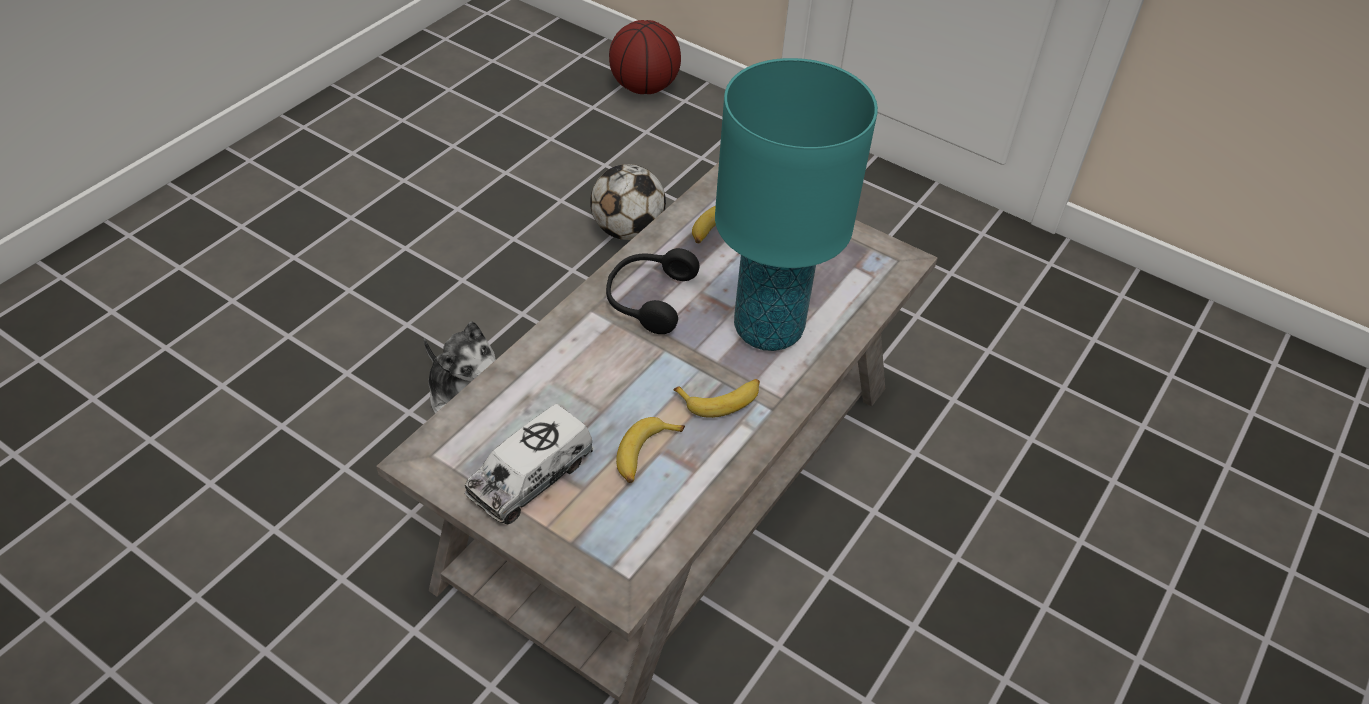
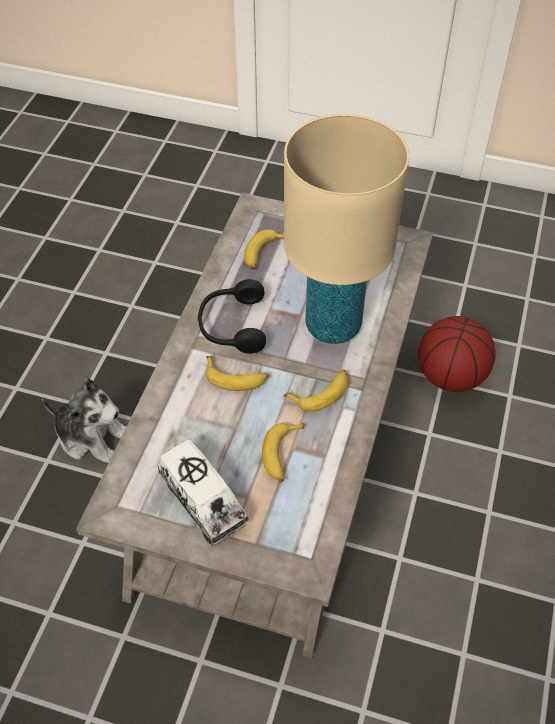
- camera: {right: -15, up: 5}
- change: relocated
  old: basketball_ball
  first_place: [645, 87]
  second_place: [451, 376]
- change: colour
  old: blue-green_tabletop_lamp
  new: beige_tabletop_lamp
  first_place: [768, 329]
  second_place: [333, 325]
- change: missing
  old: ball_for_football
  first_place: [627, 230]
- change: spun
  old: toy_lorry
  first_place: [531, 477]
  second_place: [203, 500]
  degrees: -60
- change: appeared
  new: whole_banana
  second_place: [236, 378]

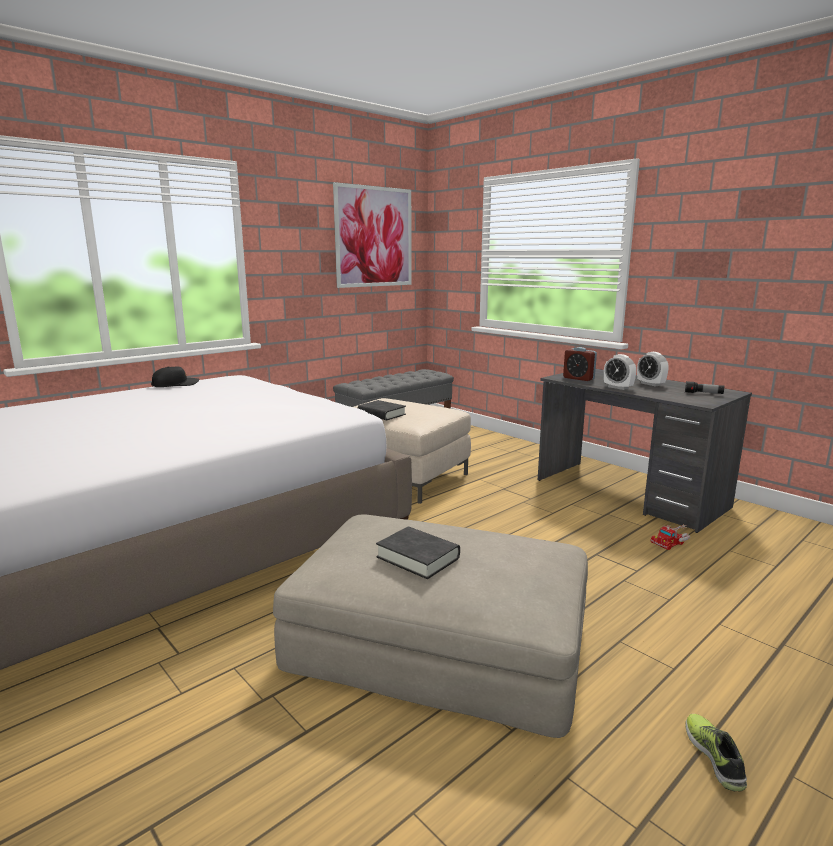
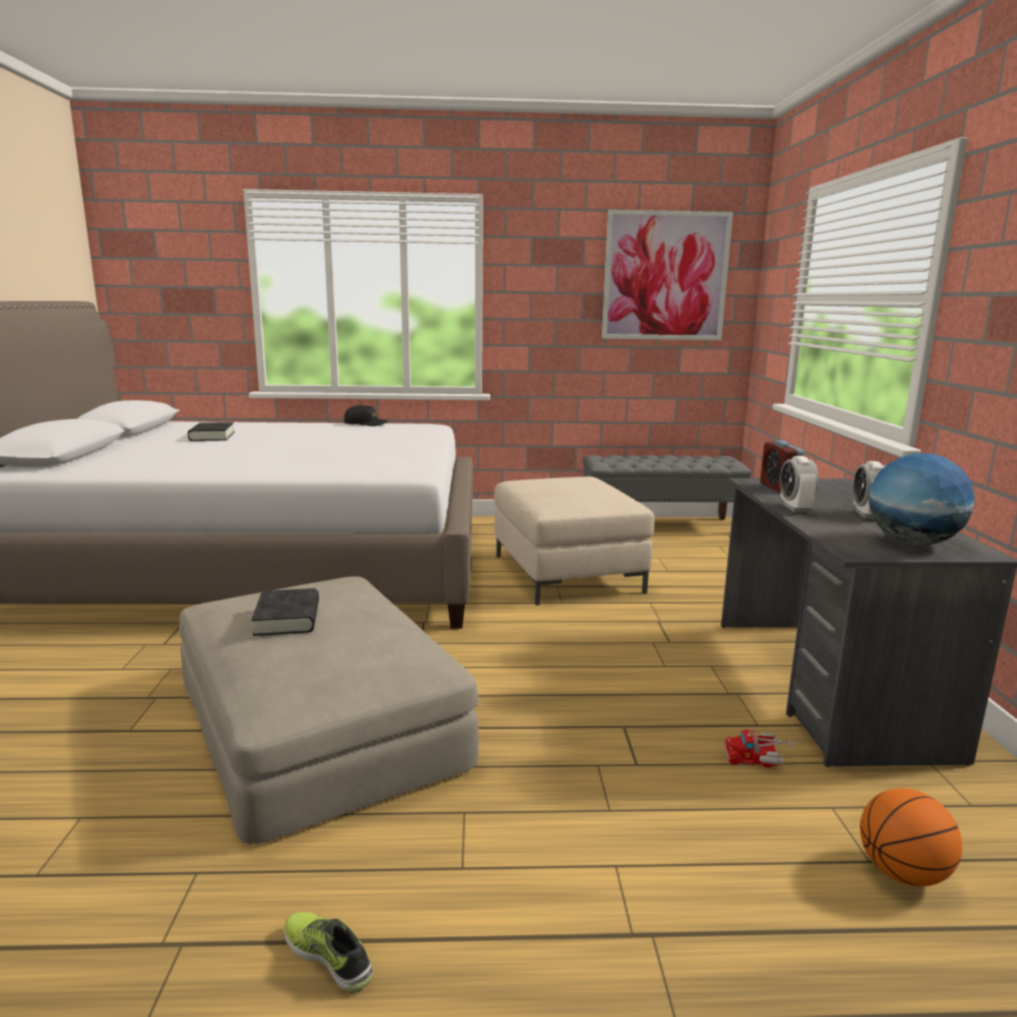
- camera: {right: 40, up: 0}
- change: exchanged
  old: torch
  new: desk_globe
  first_place: [703, 393]
  second_place: [912, 543]
- change: relocated
  old: blackish_volume
  first_place: [381, 414]
  second_place: [212, 436]
- change: spun
  old: low_shoe
  first_place: [715, 756]
  second_place: [329, 955]
  degrees: -90
- change: appeared
  new: basketball_ball
  second_place: [902, 873]

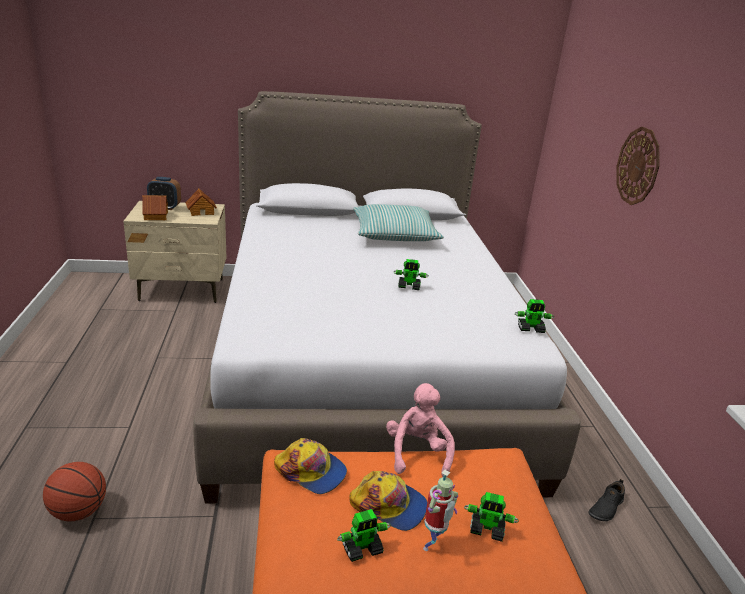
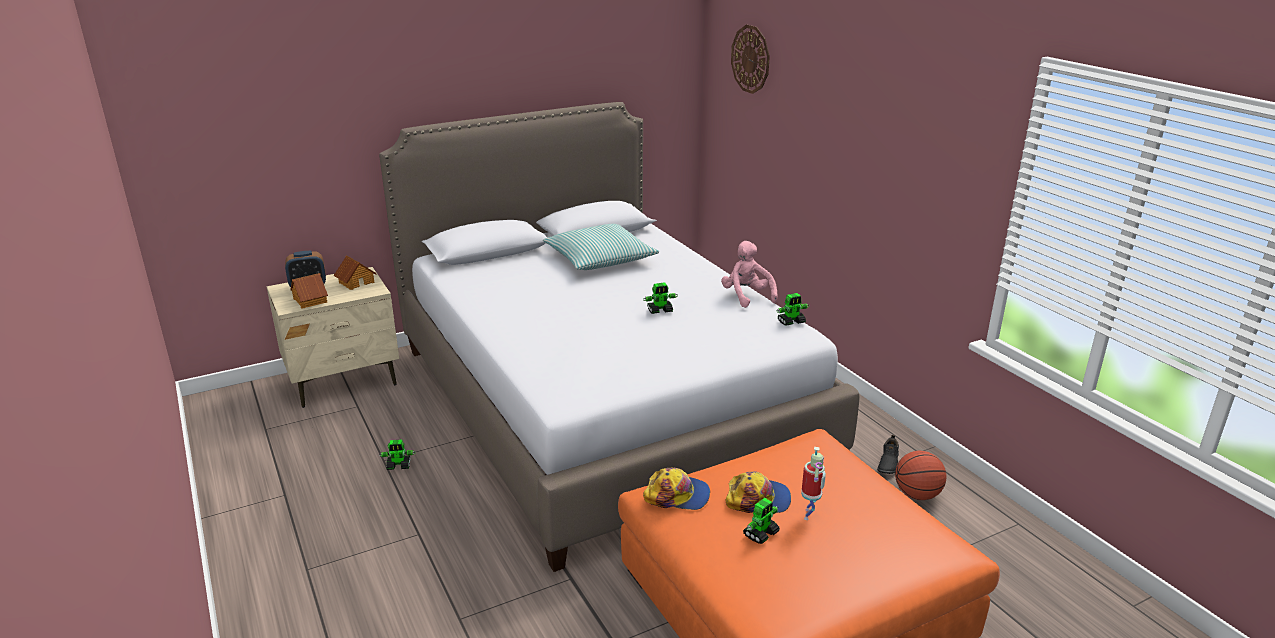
- camera: {right: -20, up: 0}
- change: relocated
  old: clock_on_the_wall
  first_place: [638, 166]
  second_place: [750, 59]
- change: relocated
  old: pink-coloured_plush_toy
  first_place: [417, 453]
  second_place: [746, 296]
- change: relocated
  old: basketball_ball
  first_place: [78, 512]
  second_place: [917, 495]
- change: relocated
  old: toy_robot
  first_place: [487, 529]
  second_place: [399, 465]

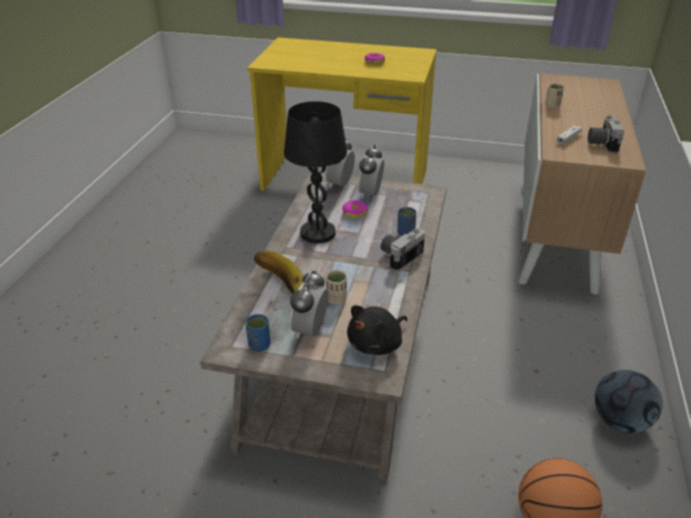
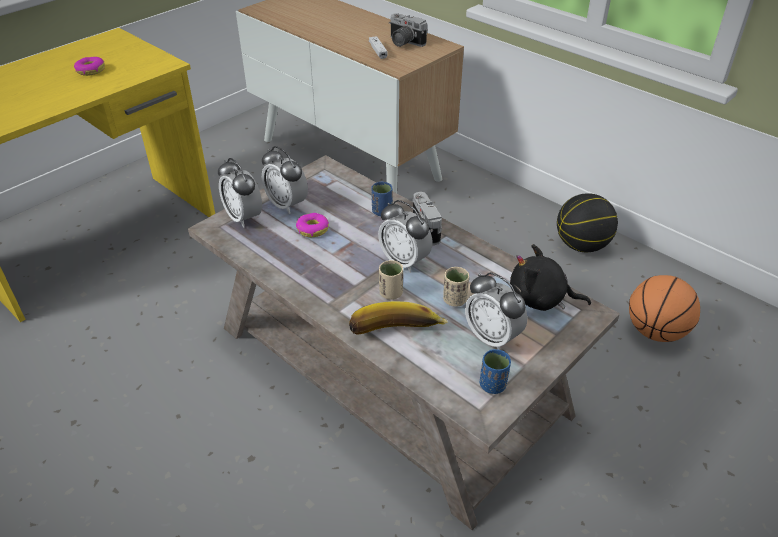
- camera: {right: -60, up: 5}
- change: relocated
  old: beige_small_cup
  first_place: [552, 106]
  second_place: [391, 293]
- change: missing
  old: blackish_tabletop_lamp
  first_place: [317, 233]
- change: spun
  old: blackish_plush_toy
  first_place: [377, 344]
  second_place: [541, 299]
  degrees: 120
- change: exchanged
  old: ball_for_football
  new: basketball_ball
  first_place: [619, 422]
  second_place: [582, 245]
- change: appeared
  new: table_clock
  second_place: [404, 261]

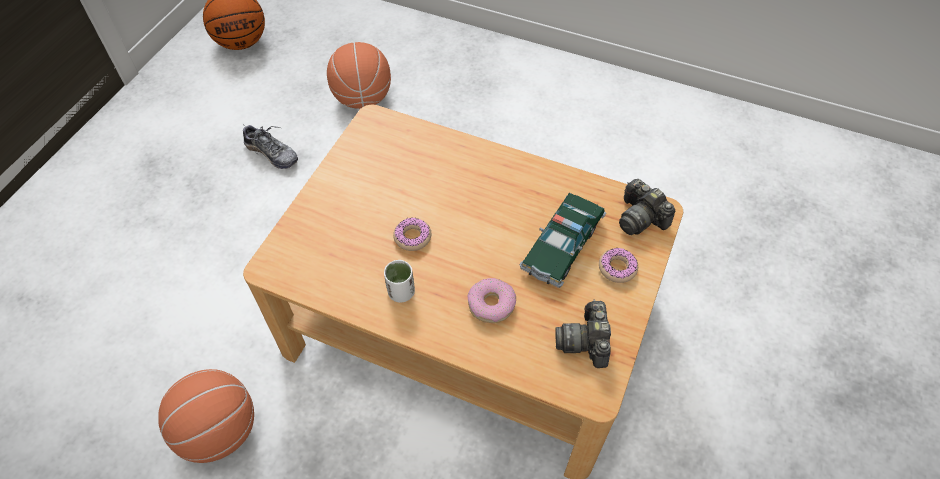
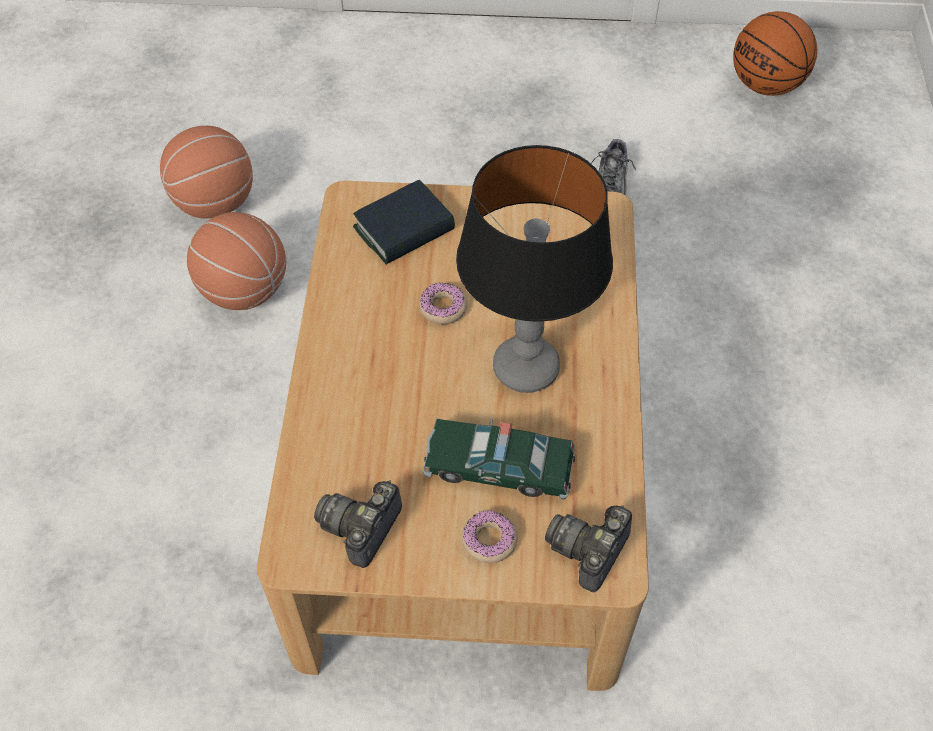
- camera: {right: 70, up: 0}
- change: relocated
  old: basketball_ball
  first_place: [362, 98]
  second_place: [215, 203]
- change: missing
  old: white_small_cup
  first_place: [401, 292]
- change: missing
  old: doughnut
  first_place: [491, 304]
- change: spun
  old: photo_camera
  first_place: [585, 341]
  second_place: [361, 528]
  degrees: -45
- change: appeared
  new: tabletop_lamp
  second_place: [526, 368]
- change: appeared
  new: volume
  second_place: [404, 229]

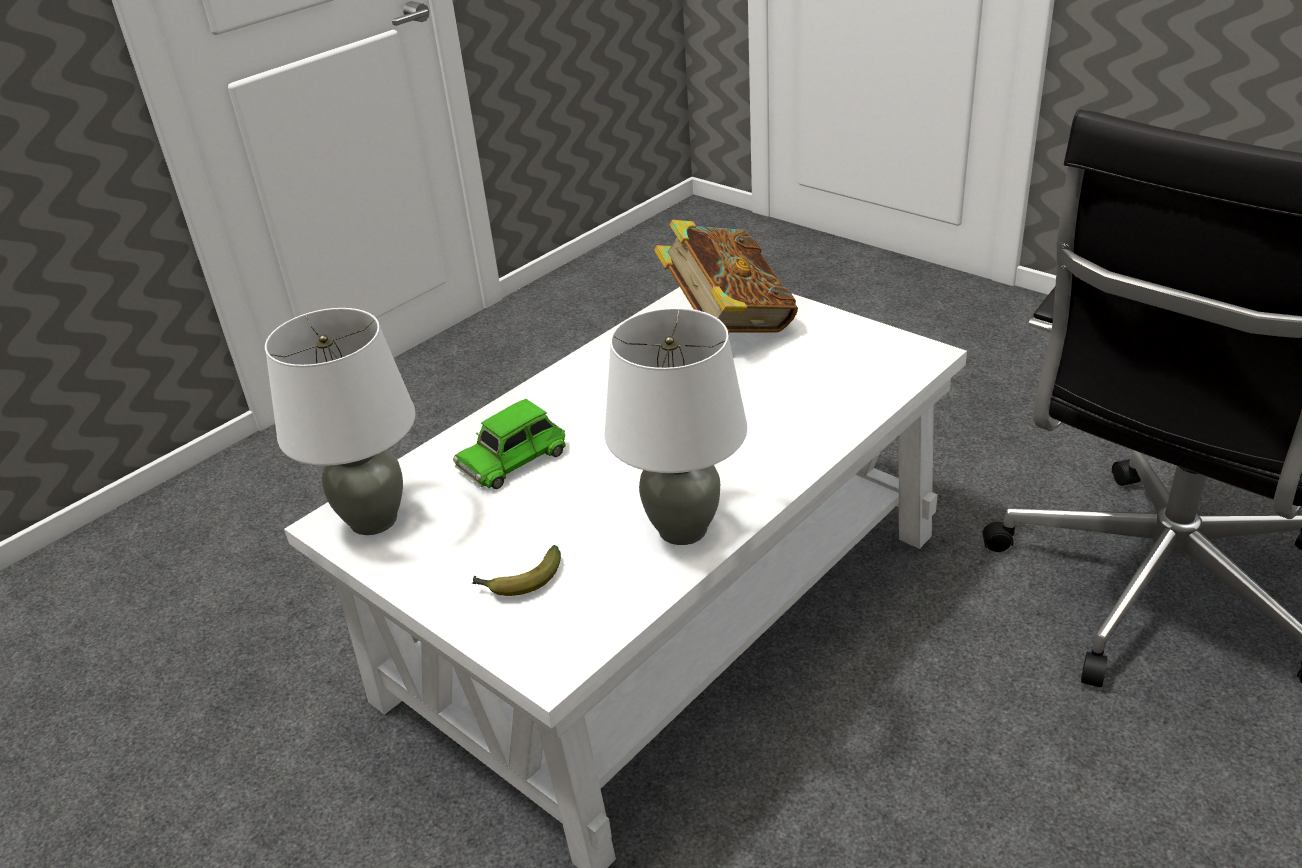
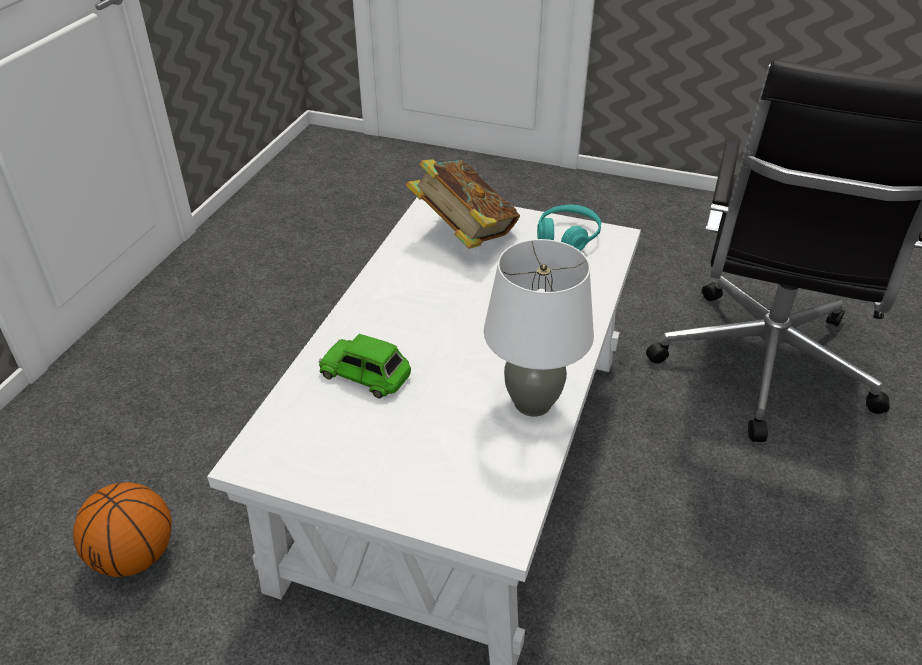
- camera: {right: -25, up: 5}
- change: missing
  old: white_tabletop_lamp
  first_place: [374, 520]
- change: spun
  old: green-coloured_toy_car
  first_place: [513, 458]
  second_place: [366, 373]
  degrees: 90
- change: missing
  old: whole_banana
  first_place: [520, 582]
- change: appeared
  new: blue-green_headphones
  second_place: [567, 237]
- change: appeared
  new: basketball_ball
  second_place: [134, 556]

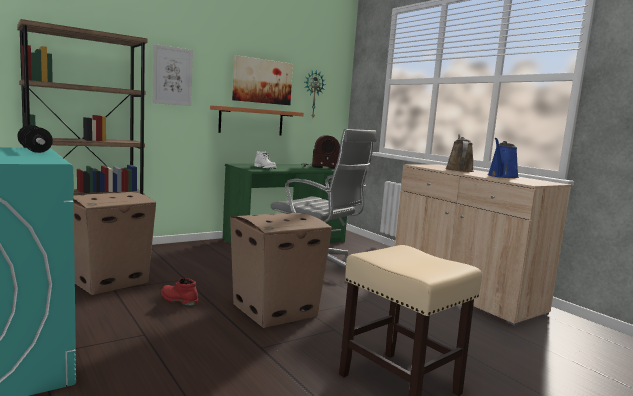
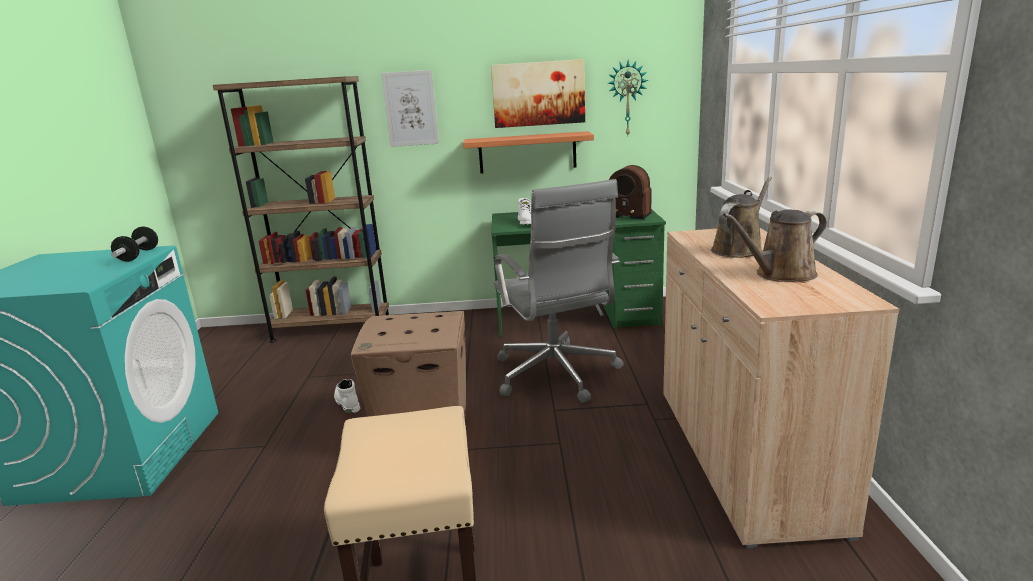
- camera: {right: 35, up: 10}
- change: colour
  old: blue-coloured_watering_can
  new: brown-coloured_watering_can
  first_place: [502, 176]
  second_place: [780, 275]
- change: missing
  old: packing_box
  first_place: [109, 280]
- change: colour
  old: red-coloured_boot
  new: white_boot
  first_place: [178, 300]
  second_place: [346, 402]

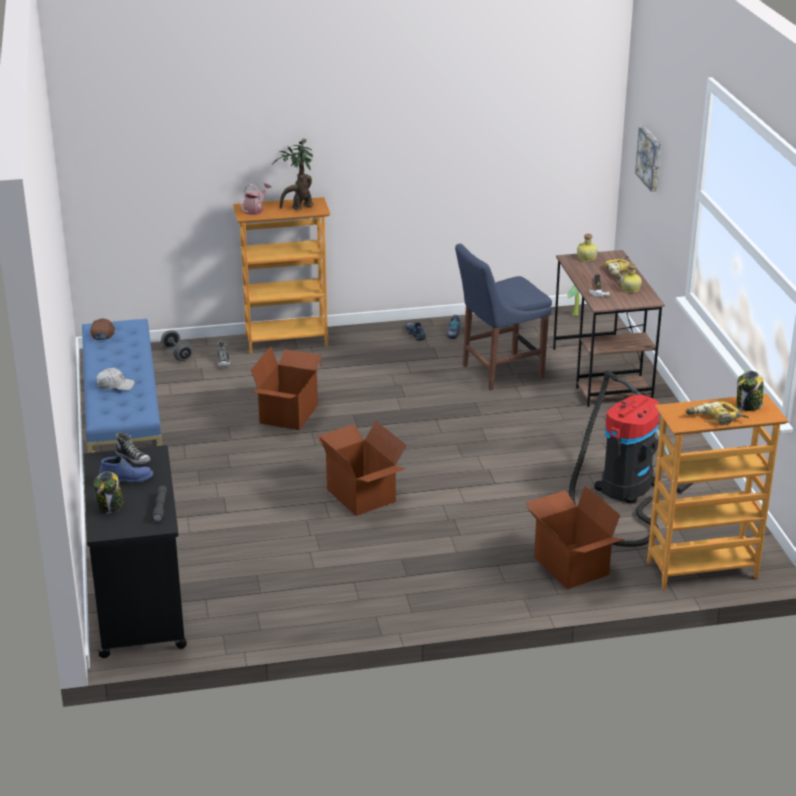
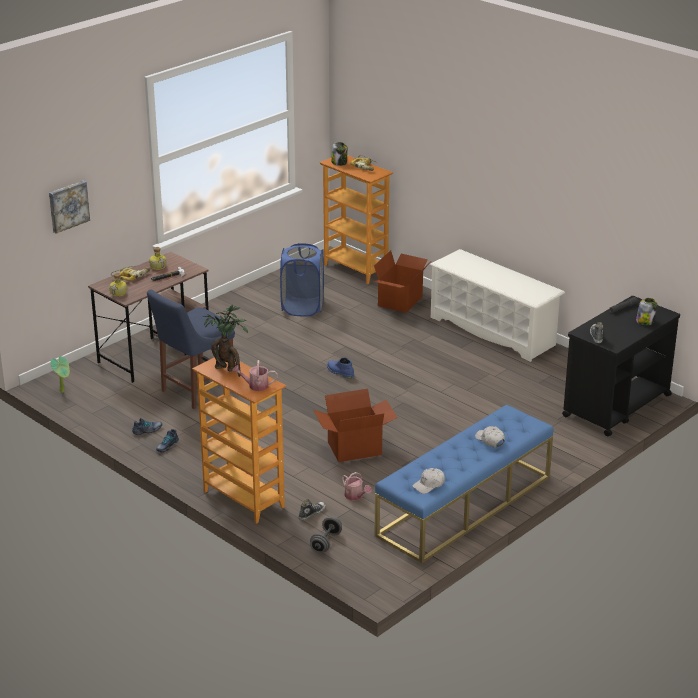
- camera: {right: -125, up: 0}
- change: spun
  old: blue-coloured_chair
  first_place: [498, 372]
  second_place: [194, 391]
  degrees: 105
- change: colour
  old: brown-coloured_baseball_cap
  new: white_baseball_cap
  first_place: [103, 333]
  second_place: [429, 485]
- change: exchanged
  old: vacuum
  new: blue-coloured_laundry_basket
  first_place: [624, 490]
  second_place: [302, 308]
- change: missing
  old: packing_box
  first_place: [362, 495]
- change: relocated
  old: blue-coloured_boot
  first_place: [126, 480]
  second_place: [339, 372]
- change: appeared
  new: white_shoe_shelf
  second_place: [493, 331]
- change: appeared
  new: watering_can
  second_place: [355, 496]

